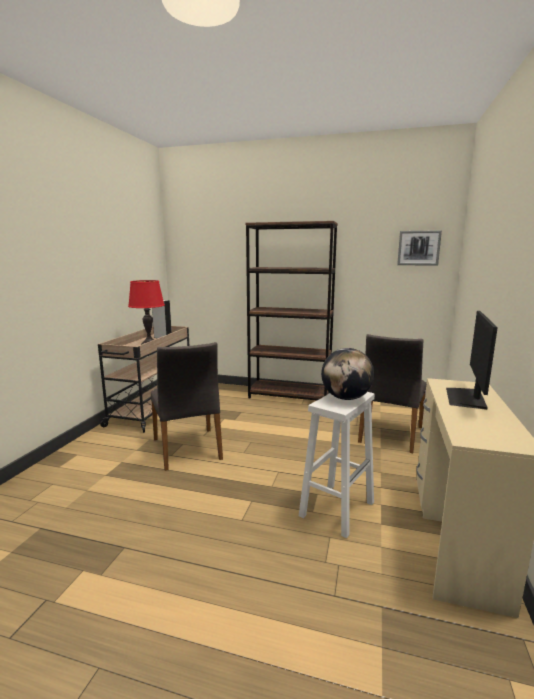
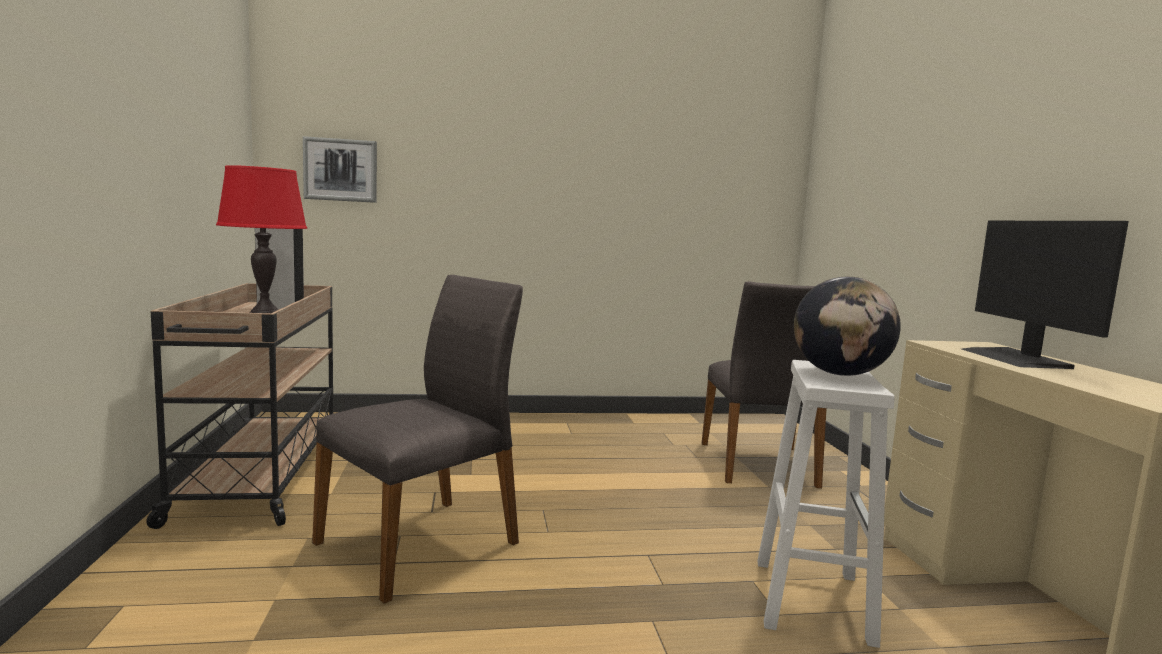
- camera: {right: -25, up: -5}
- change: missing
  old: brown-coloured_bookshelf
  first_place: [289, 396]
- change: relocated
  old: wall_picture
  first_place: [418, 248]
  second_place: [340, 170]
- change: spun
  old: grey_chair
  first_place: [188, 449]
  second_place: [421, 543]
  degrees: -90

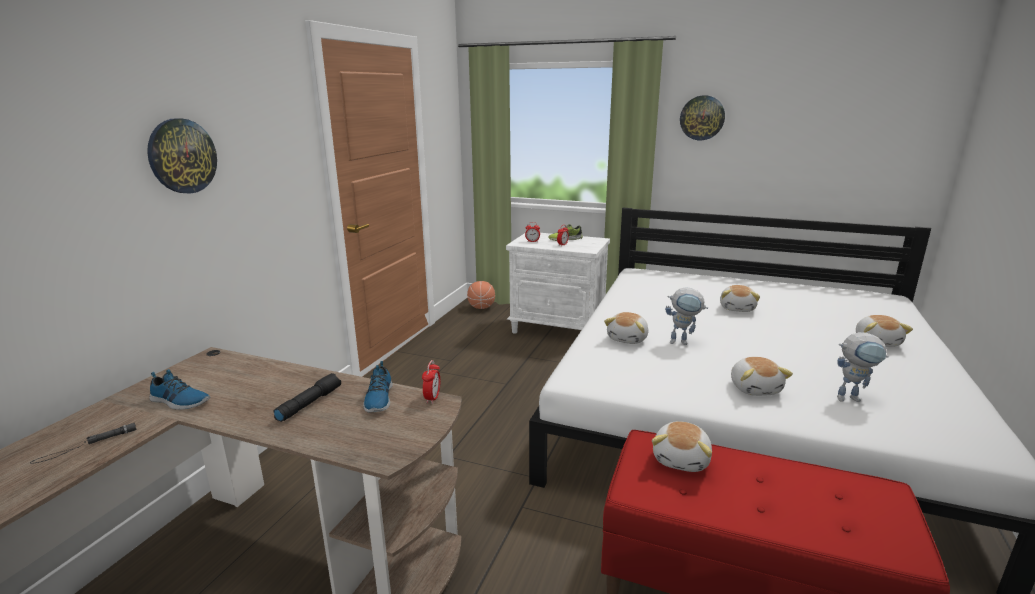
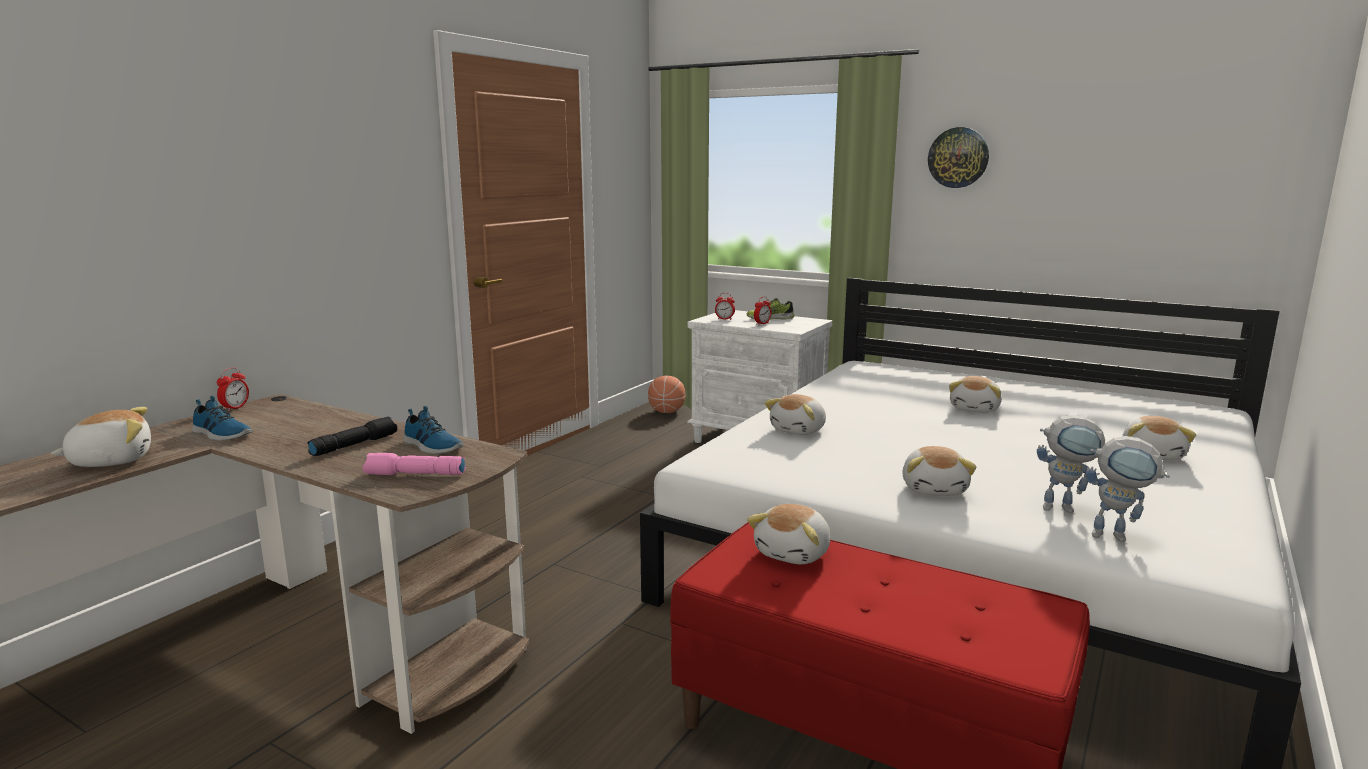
- camera: {right: 10, up: -5}
- change: missing
  old: clock_on_the_wall
  first_place: [182, 156]
- change: relocated
  old: toy_robot
  first_place: [683, 342]
  second_place: [1117, 536]
- change: relocated
  old: table_clock
  first_place: [432, 398]
  second_place: [235, 408]
- change: spun
  old: low_shoe
  first_place: [378, 399]
  second_place: [431, 446]
  degrees: -60
- change: exchanged
  old: blackish_torch
  new: plush_toy
  first_place: [86, 445]
  second_place: [111, 460]
- change: appeared
  new: pink-coloured_torch
  second_place: [414, 475]

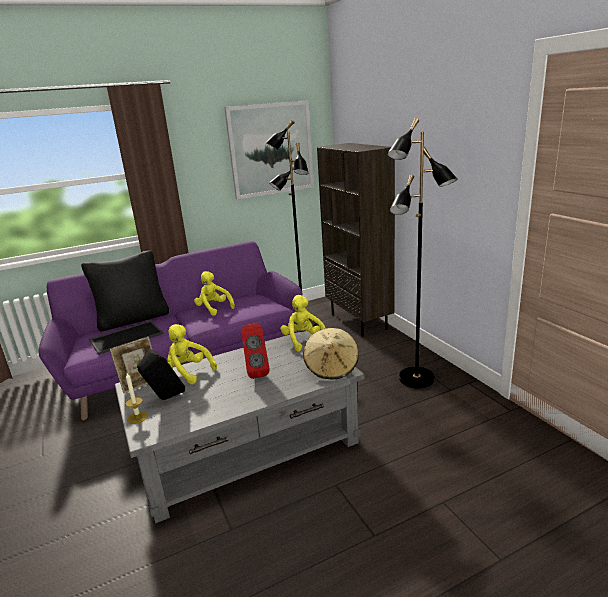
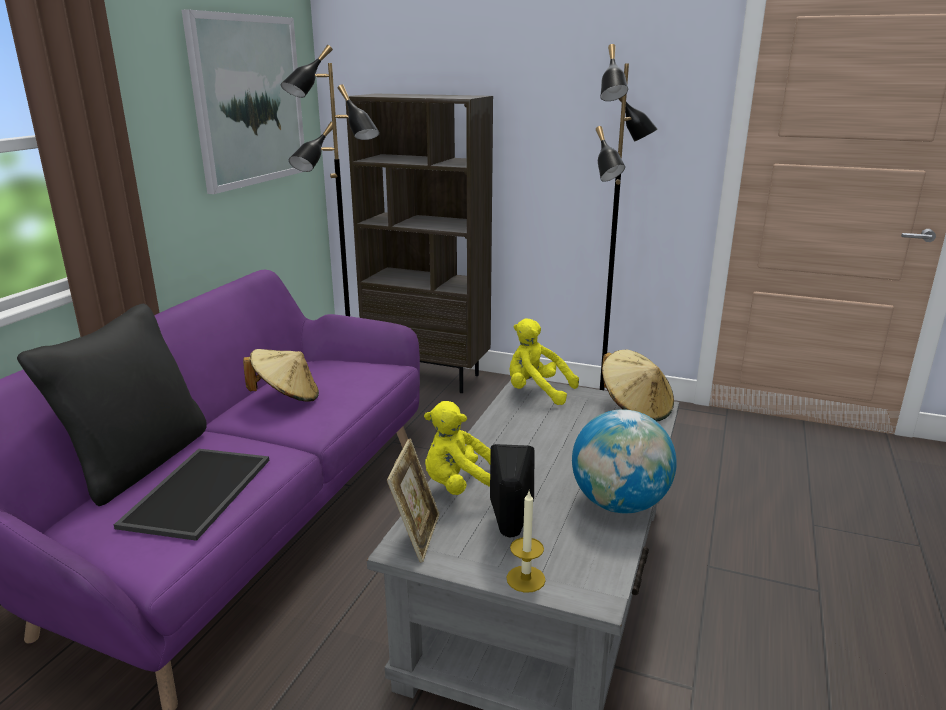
- camera: {right: -45, up: 0}
- change: exchanged
  old: yellow_plush_toy
  new: beige_clothing_hat
  first_place: [214, 308]
  second_place: [286, 397]
- change: missing
  old: red-coloured_audio_speaker
  first_place: [256, 372]
- change: appeared
  new: desk_globe
  second_place: [619, 504]

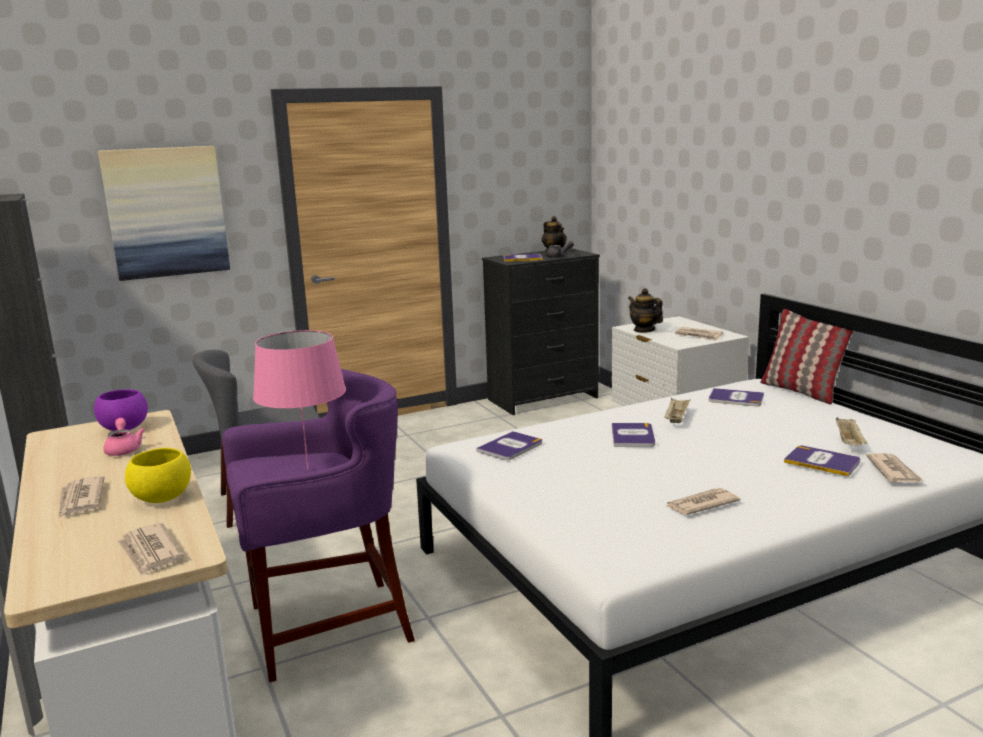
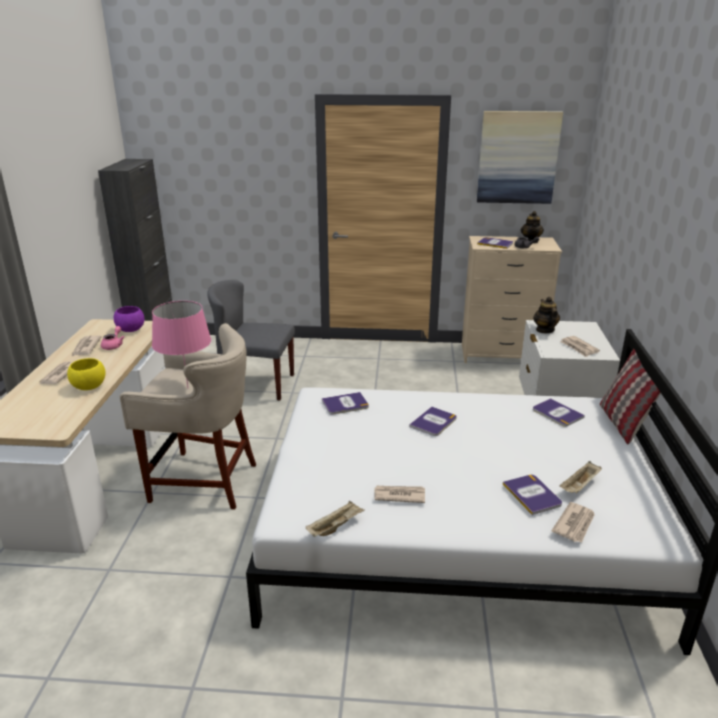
- camera: {right: 30, up: 10}
- change: relocated
  old: wall_picture
  first_place: [166, 212]
  second_place: [517, 157]
- change: colour
  old: blackish_chest_of_drawers
  new: beige_chest_of_drawers
  first_place: [543, 399]
  second_place: [501, 355]
- change: colour
  old: purple_stool
  new: beige_stool
  first_place: [327, 626]
  second_place: [203, 481]
- change: relocated
  old: beige_serving_tray
  first_place: [676, 419]
  second_place: [335, 527]
- change: relocated
  old: newspaper
  first_place: [150, 552]
  second_place: [86, 347]

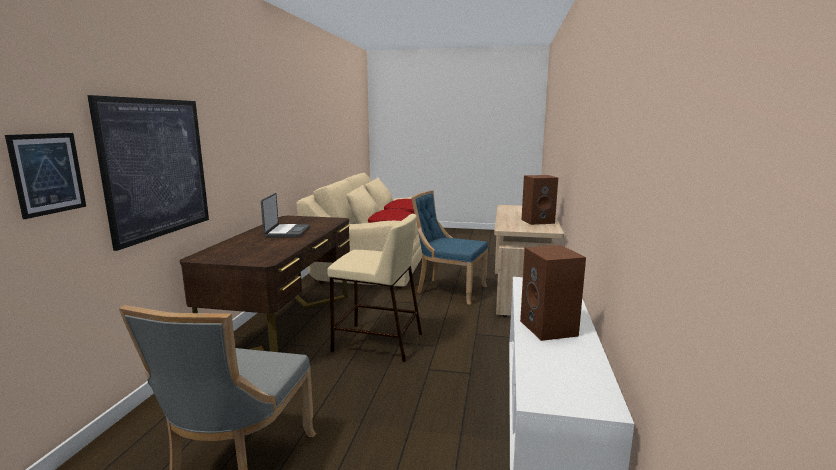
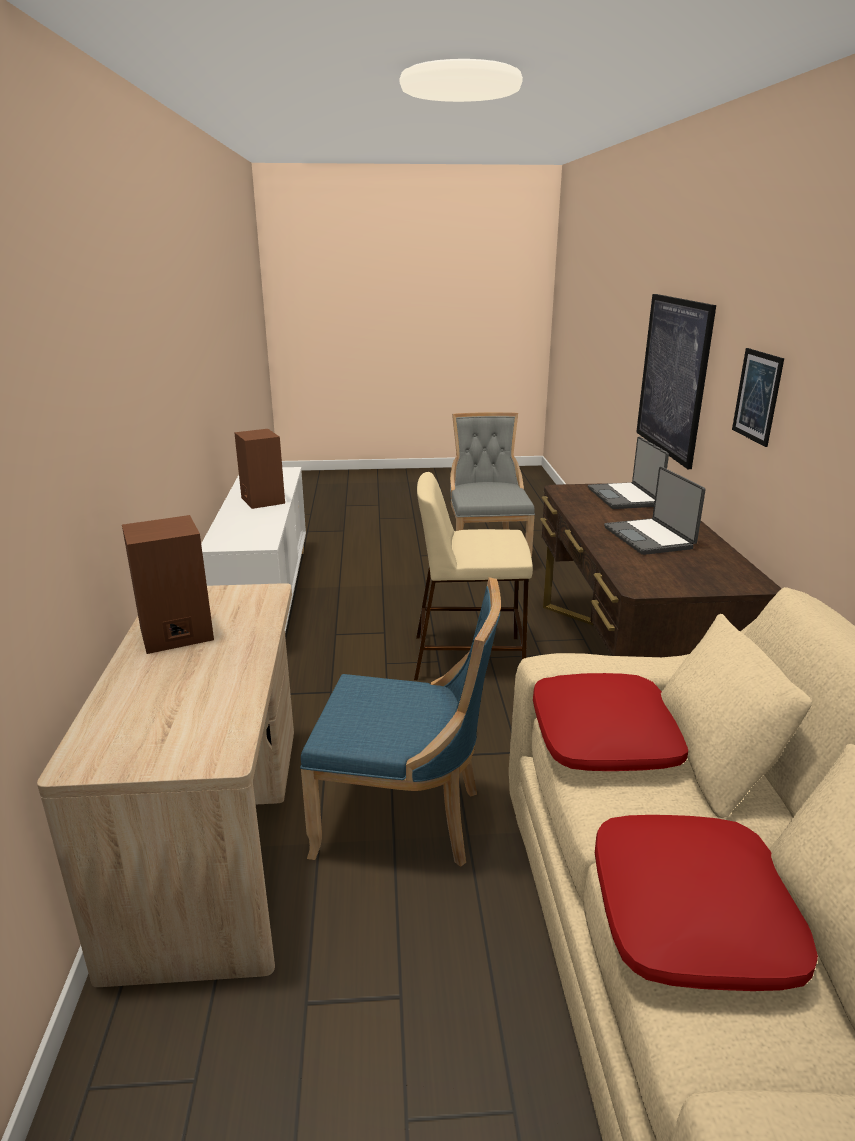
- camera: {right: 165, up: 10}
- change: relocated
  old: wall_picture
  first_place: [48, 173]
  second_place: [757, 396]
- change: appeared
  new: laptop
  second_place: [625, 497]

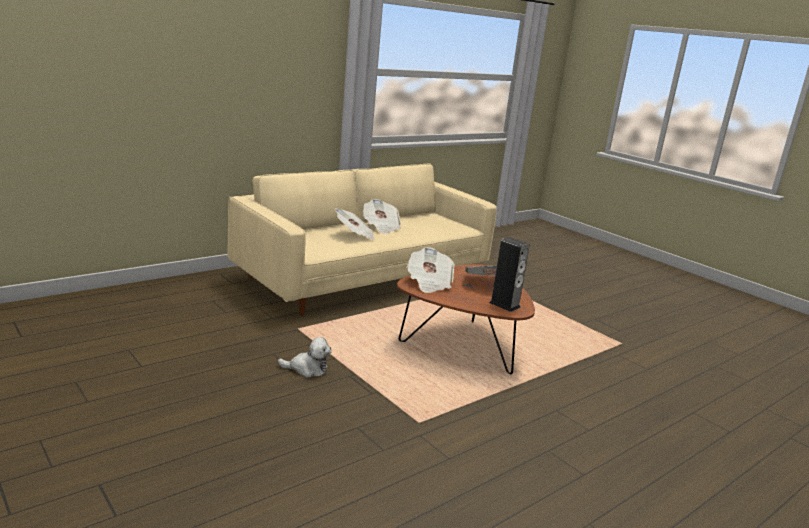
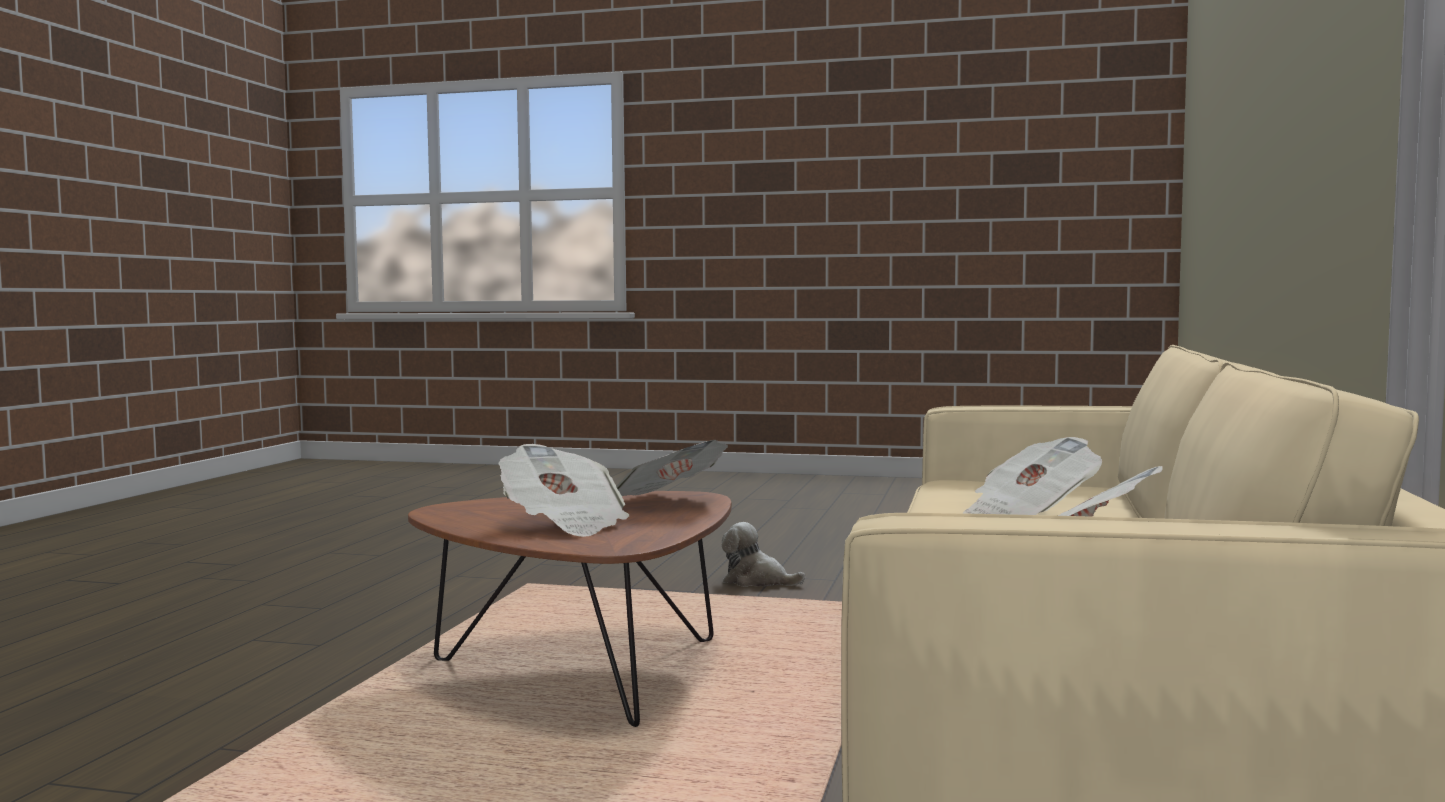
- camera: {right: 145, up: -15}
- change: missing
  old: audio_speaker
  first_place: [504, 305]
- change: spun
  old: plush_toy
  first_place: [307, 369]
  second_place: [757, 581]
  degrees: 60

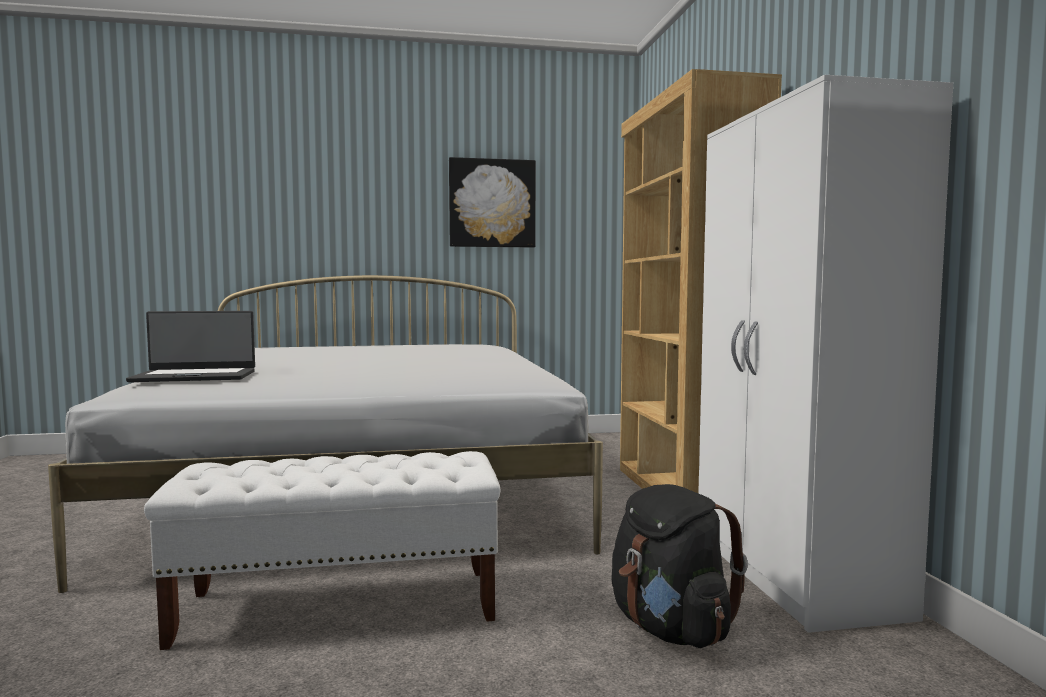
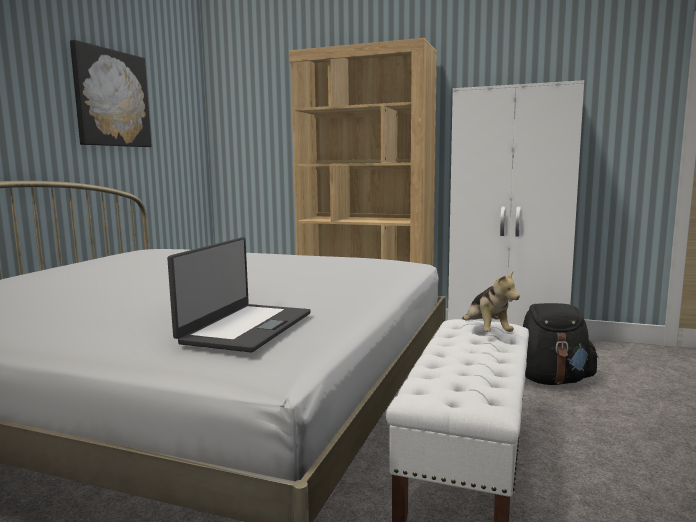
- camera: {right: -60, up: 5}
- change: appeared
  new: plush_toy
  second_place: [486, 332]

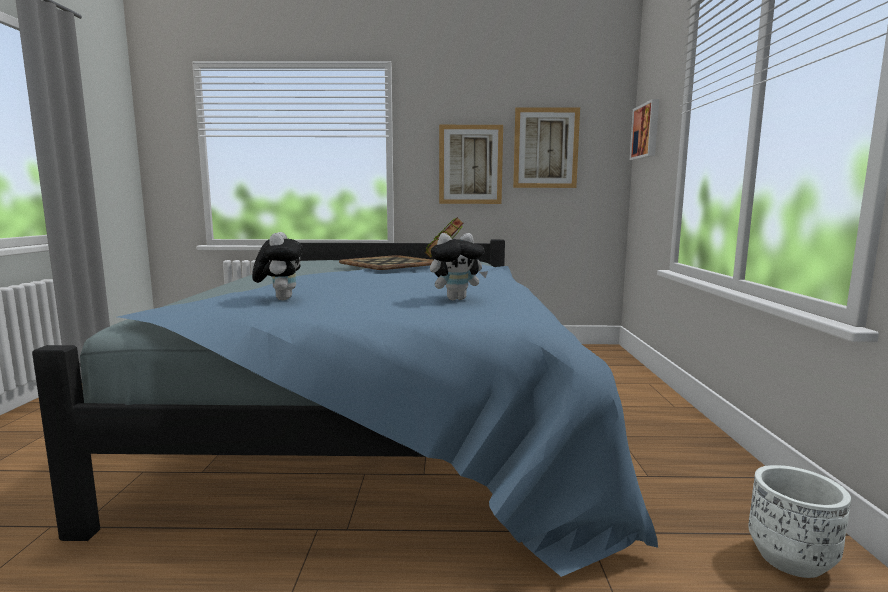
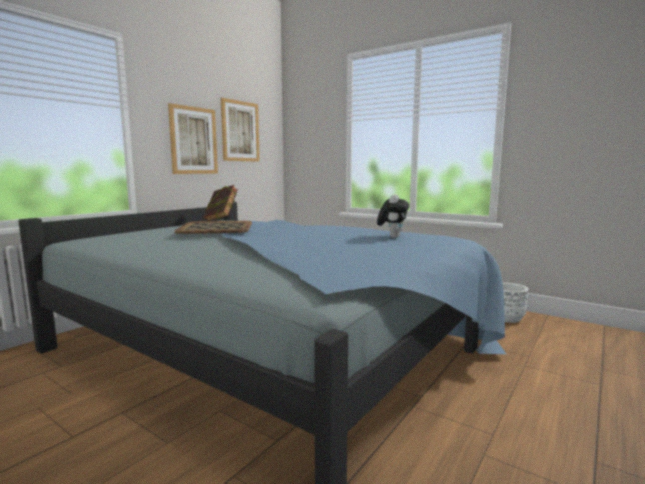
- camera: {right: -55, up: 0}
- change: missing
  old: wall_picture
  first_place: [646, 131]
- change: missing
  old: plush_toy
  first_place: [280, 299]

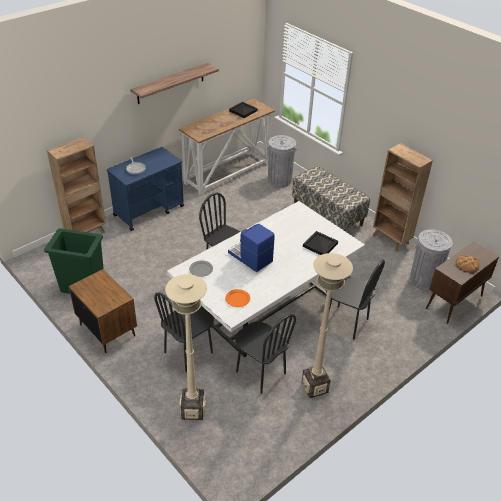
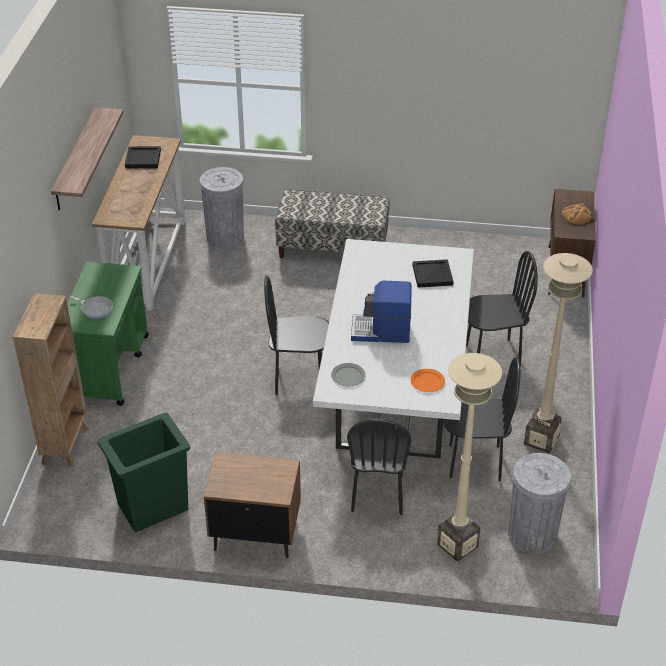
- camera: {right: -40, up: 0}
- change: missing
  old: brown-coloured_bookshelf
  first_place: [391, 240]
- change: colour
  old: blue-coloured_trolley
  new: green-coloured_trolley
  first_place: [149, 211]
  second_place: [110, 367]
- change: relocated
  old: grey_rubbish_bin
  first_place: [423, 280]
  second_place: [532, 534]

